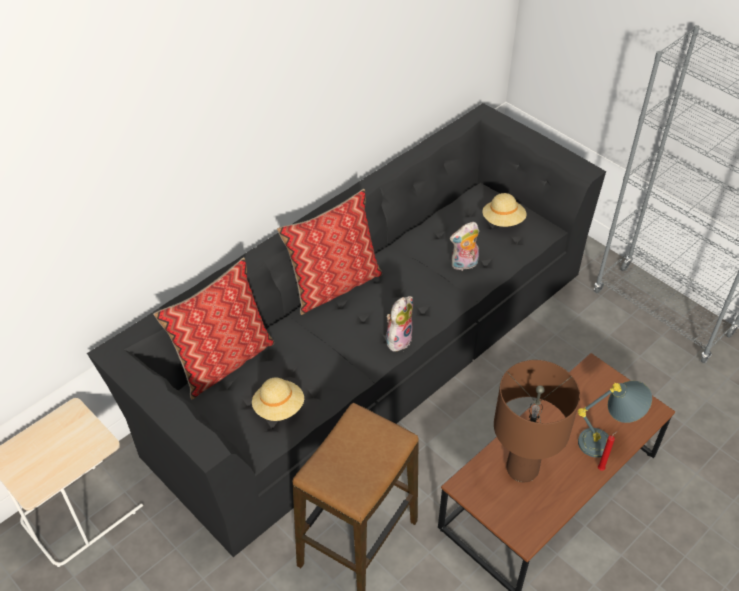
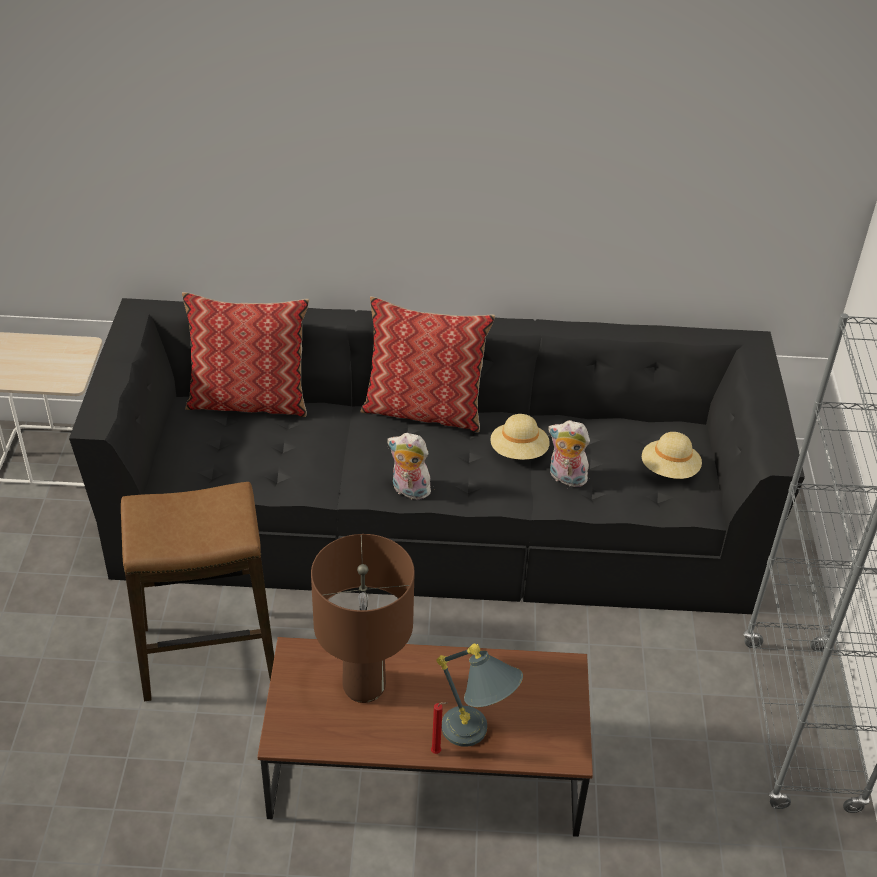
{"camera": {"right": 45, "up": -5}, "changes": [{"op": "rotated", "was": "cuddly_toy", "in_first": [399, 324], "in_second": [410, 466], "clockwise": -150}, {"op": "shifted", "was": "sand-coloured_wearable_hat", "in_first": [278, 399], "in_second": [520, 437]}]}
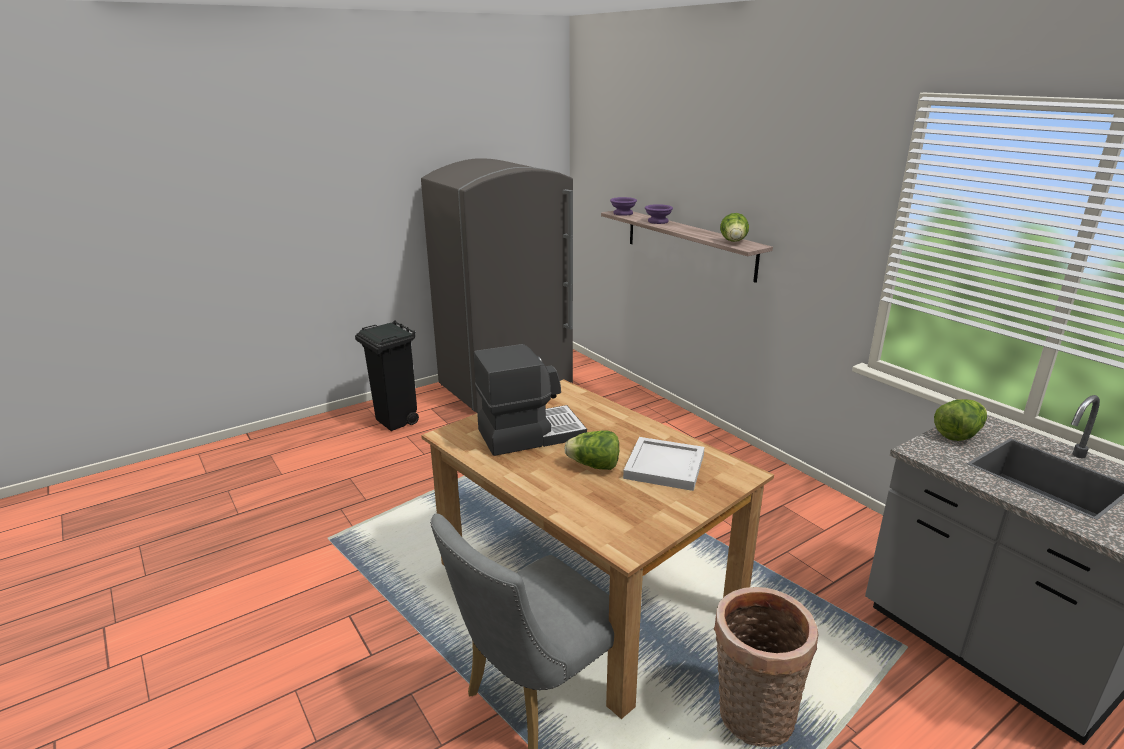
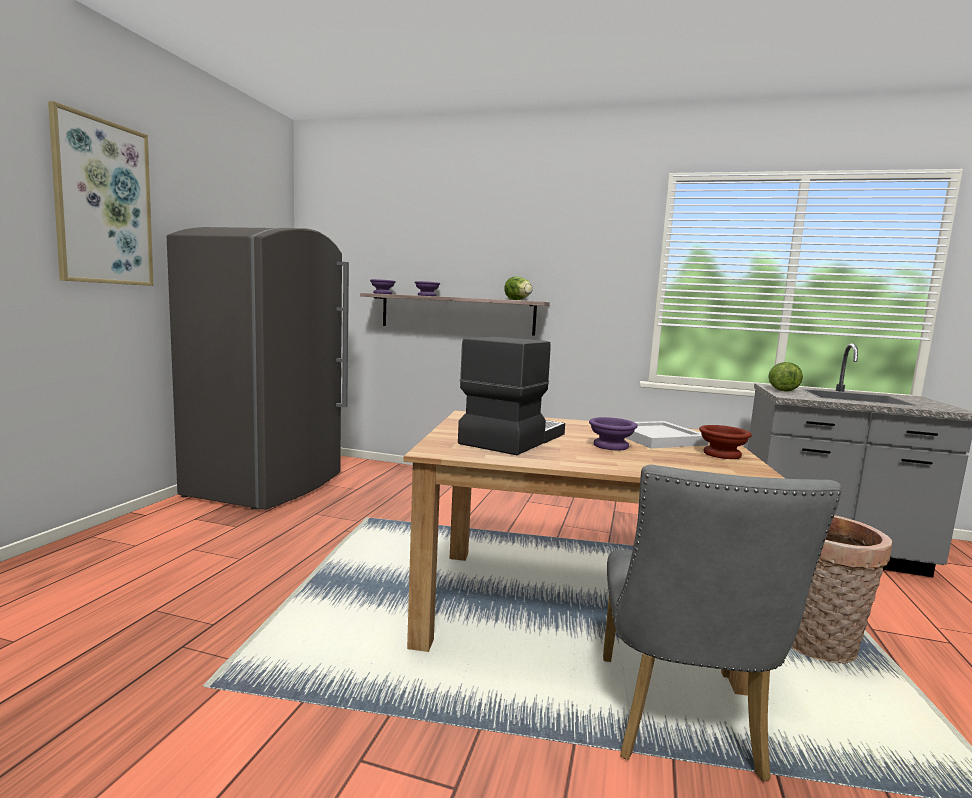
{"camera": {"right": -40, "up": -15}, "changes": [{"op": "new", "now": "wall_picture", "in_second": [100, 193]}, {"op": "swapped", "was": "head_of_lettuce", "now": "purple-coloured_deep_dish", "in_first": [592, 450], "in_second": [613, 433]}, {"op": "new", "now": "brown-coloured_deep_dish", "in_second": [725, 442]}, {"op": "gone", "was": "black_trash_can", "in_first": [387, 375]}]}
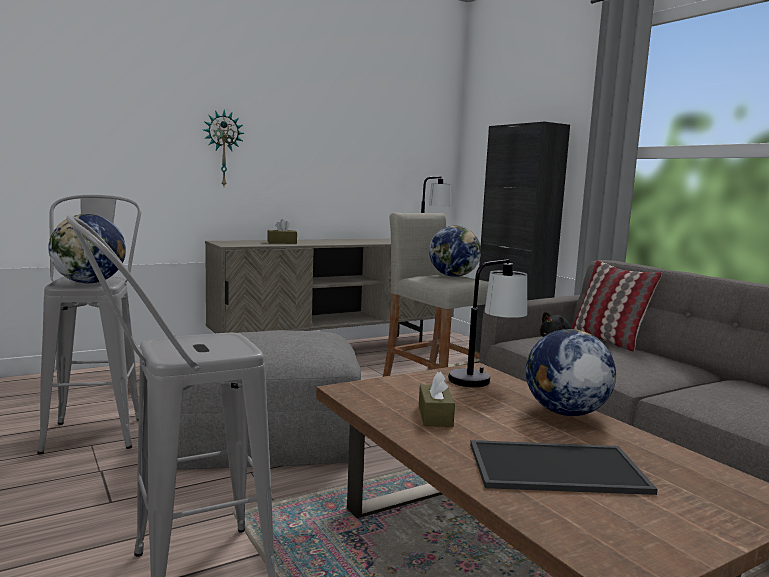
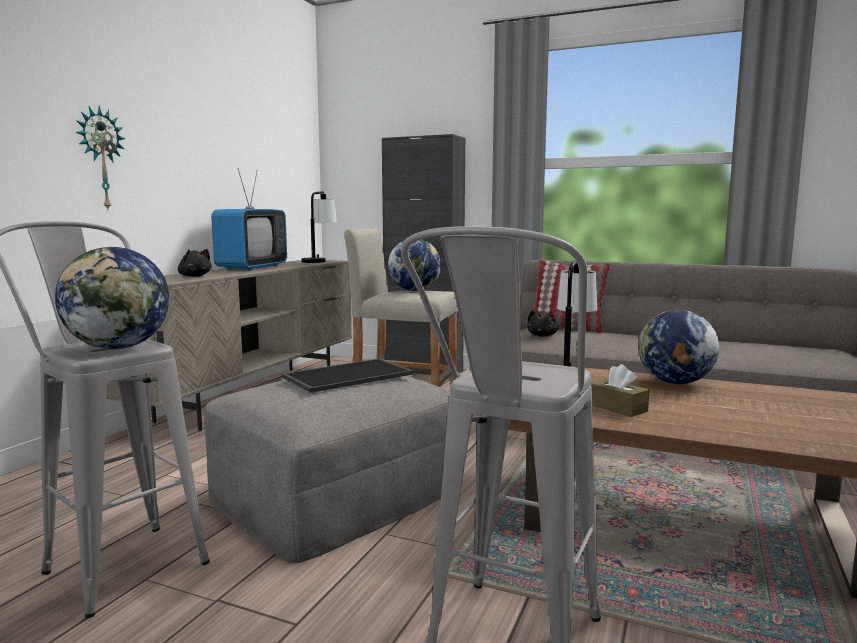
{"camera": {"right": -35, "up": 0}, "changes": [{"op": "swapped", "was": "brown-coloured_box_of_tissues", "now": "black_cuddly_toy", "in_first": [282, 231], "in_second": [195, 263]}, {"op": "new", "now": "television", "in_second": [249, 219]}, {"op": "shifted", "was": "carrying_tray", "in_first": [564, 467], "in_second": [347, 375]}]}
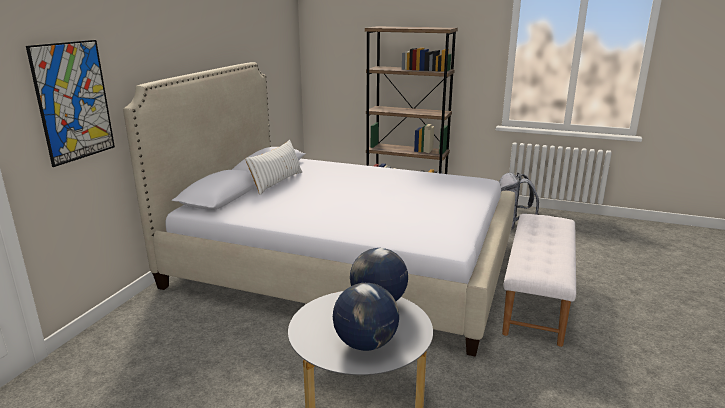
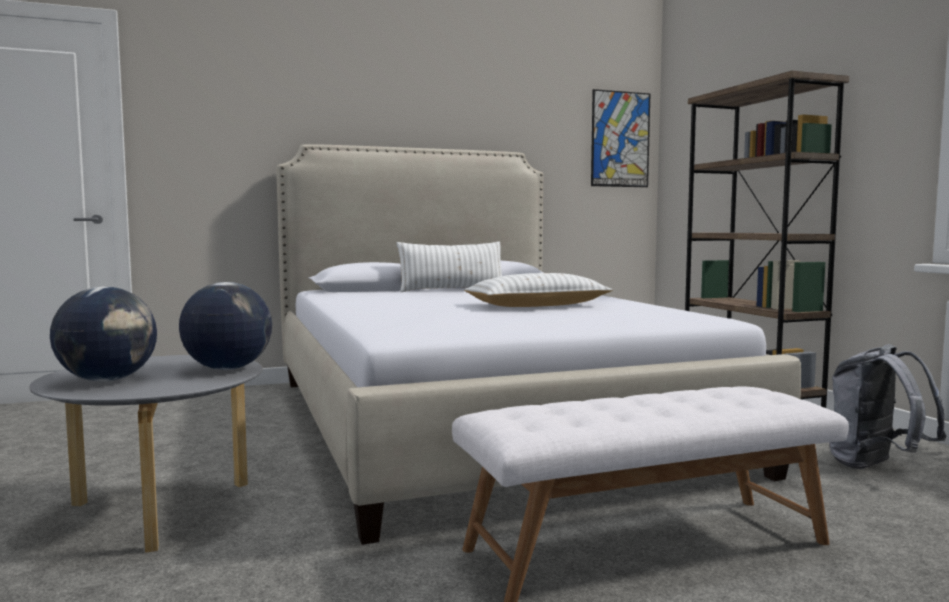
{"camera": {"right": 50, "up": -15}, "changes": [{"op": "new", "now": "whitish_cushion", "in_second": [538, 290]}, {"op": "shifted", "was": "wall_picture", "in_first": [70, 103], "in_second": [621, 138]}]}
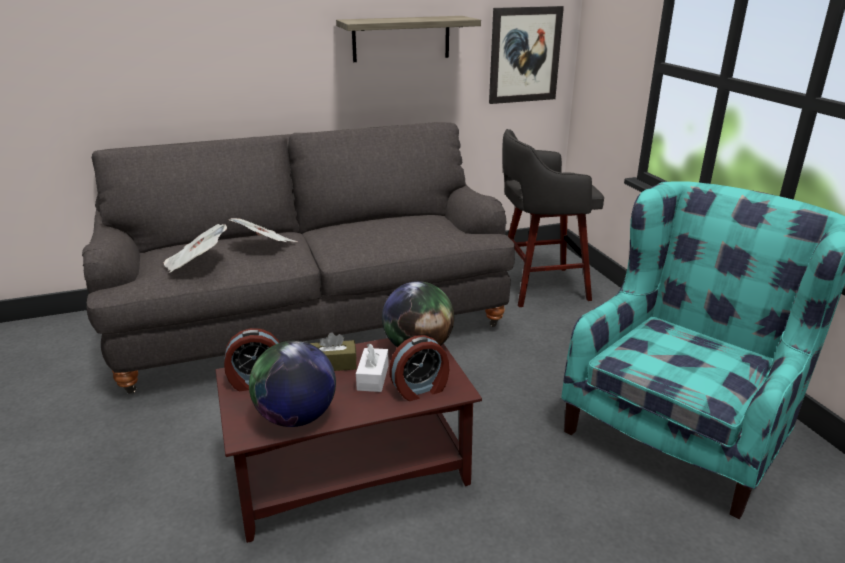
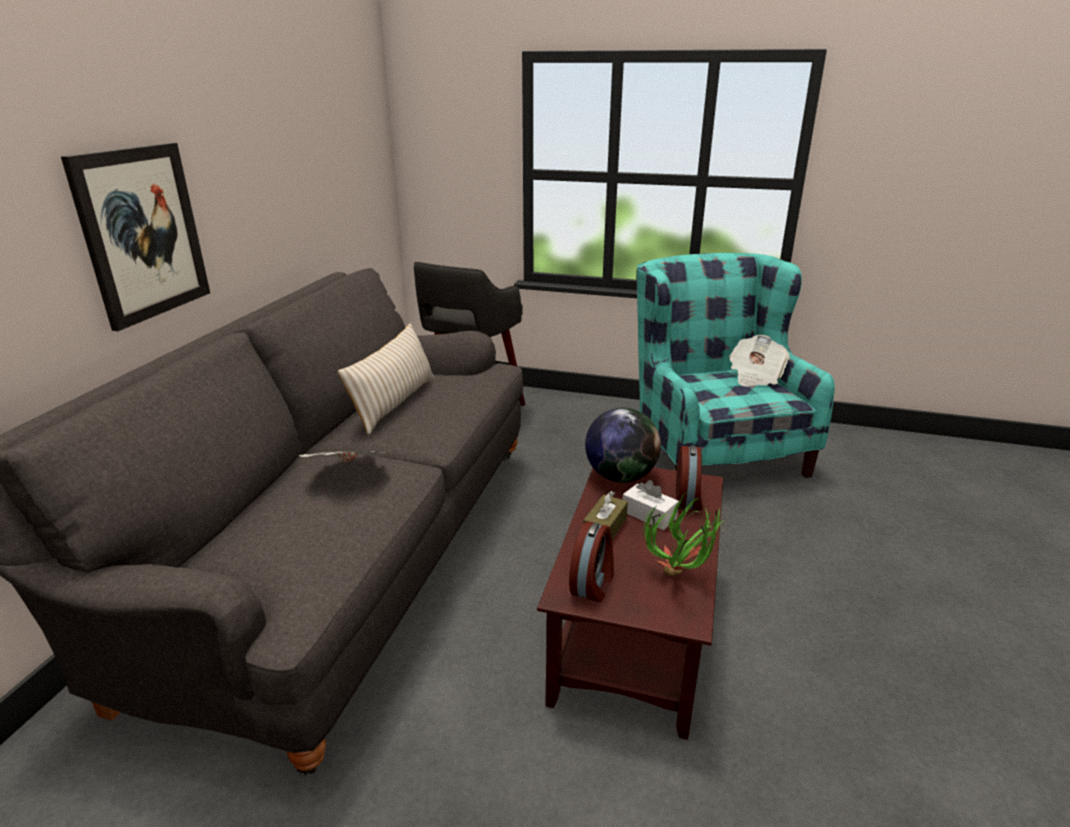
{"camera": {"right": -55, "up": 0}, "changes": [{"op": "shifted", "was": "wall_picture", "in_first": [526, 55], "in_second": [135, 237]}, {"op": "new", "now": "sand-coloured_cushion", "in_second": [386, 379]}, {"op": "swapped", "was": "world_globe", "now": "potted_plant", "in_first": [292, 384], "in_second": [684, 533]}, {"op": "shifted", "was": "newspaper", "in_first": [195, 248], "in_second": [759, 361]}, {"op": "gone", "was": "shelf", "in_first": [408, 39]}]}
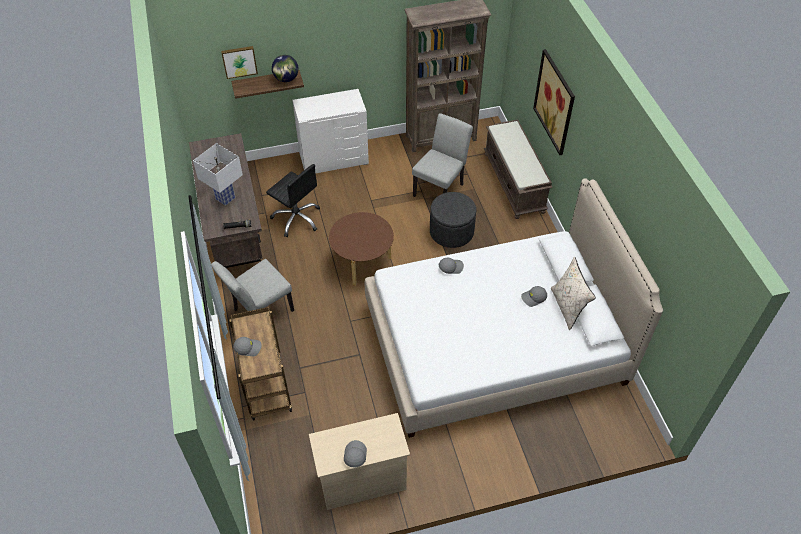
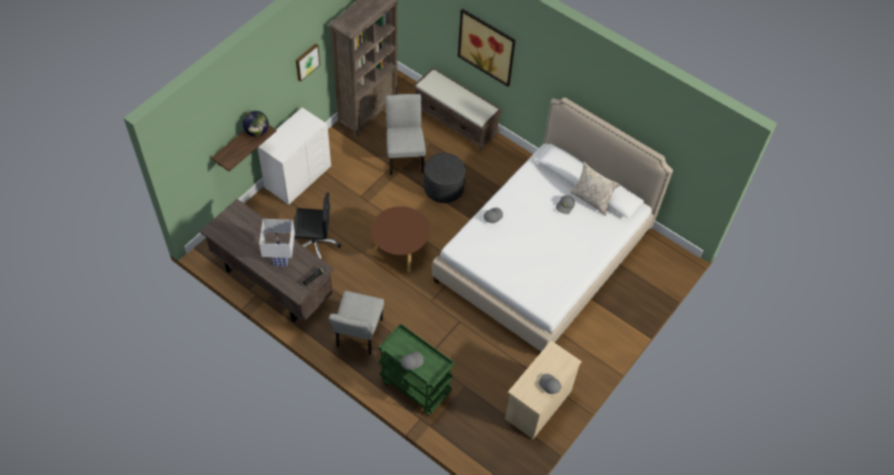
{"camera": {"right": -40, "up": 5}, "changes": [{"op": "shifted", "was": "wall_picture", "in_first": [239, 62], "in_second": [308, 62]}, {"op": "repainted", "was": "brown-coloured_cart", "now": "greenish_cart", "in_first": [260, 364], "in_second": [416, 369]}]}
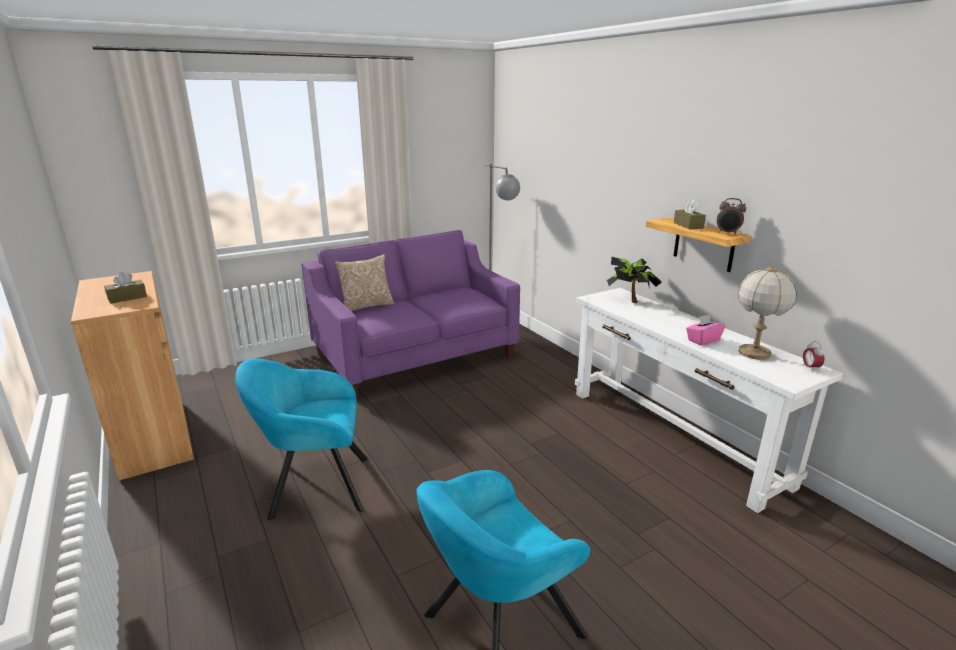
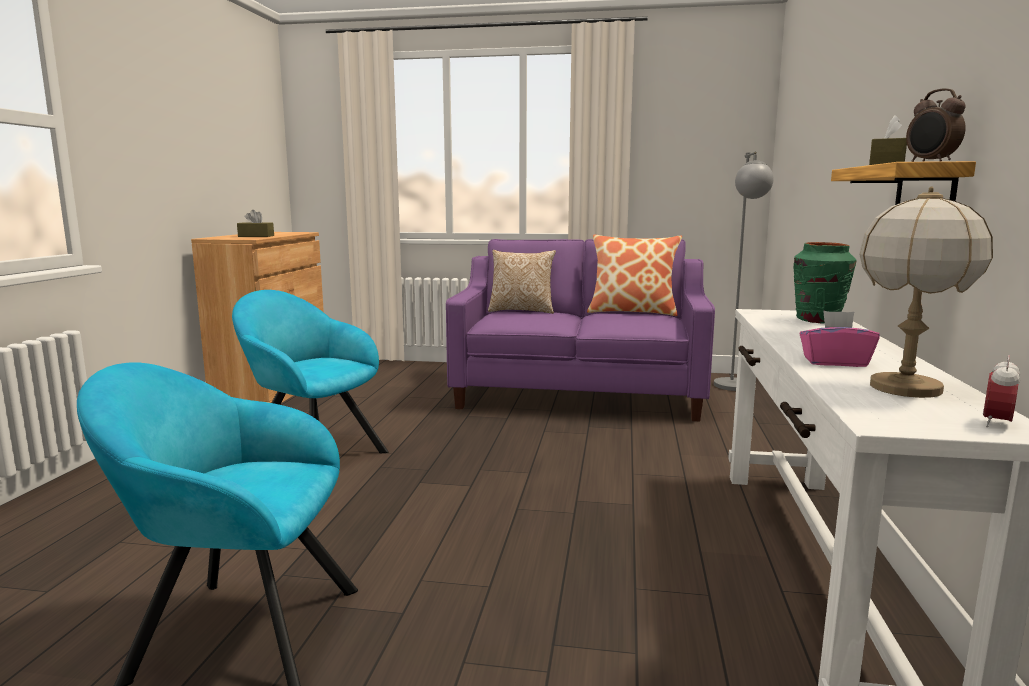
{"camera": {"right": 40, "up": -10}, "changes": [{"op": "new", "now": "cushion", "in_second": [634, 275]}, {"op": "swapped", "was": "potted_plant", "now": "greenish_decorative_vase", "in_first": [634, 280], "in_second": [825, 283]}]}
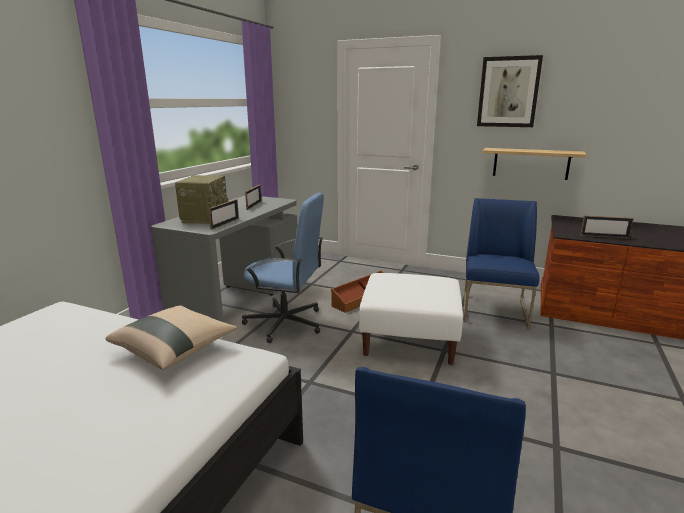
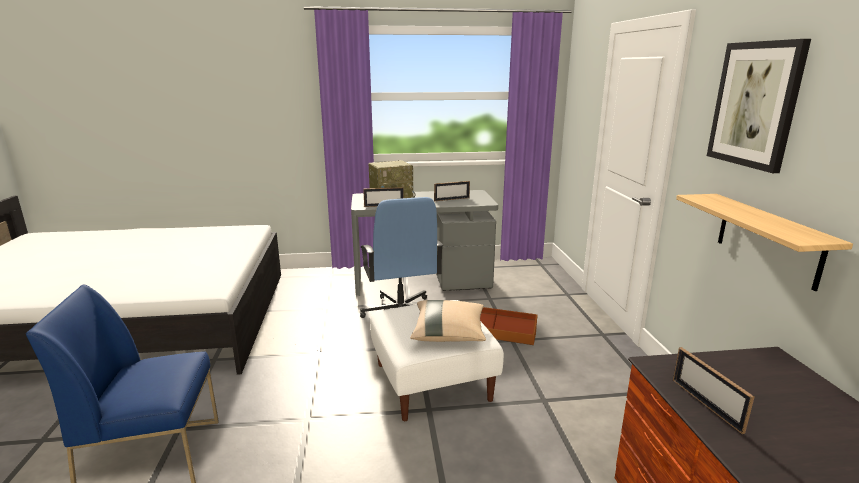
{"camera": {"right": 60, "up": 0}, "changes": [{"op": "shifted", "was": "sand-coloured_cushion", "in_first": [171, 338], "in_second": [448, 321]}, {"op": "gone", "was": "blue-coloured_chair", "in_first": [502, 264]}]}
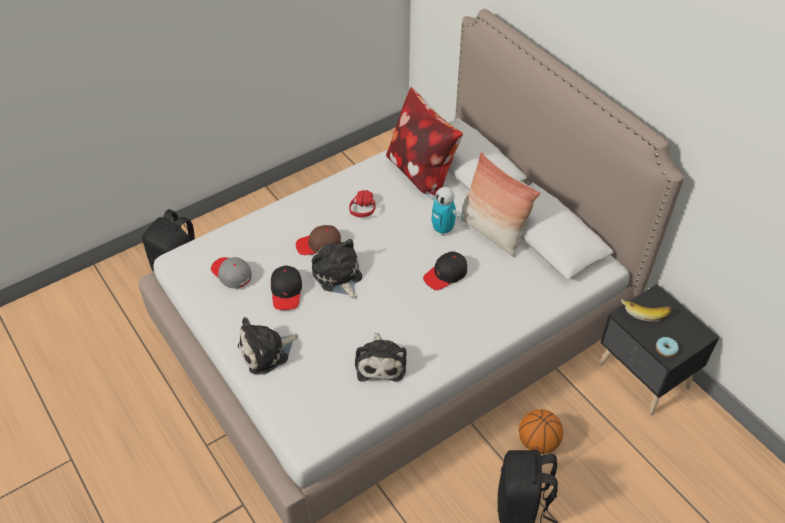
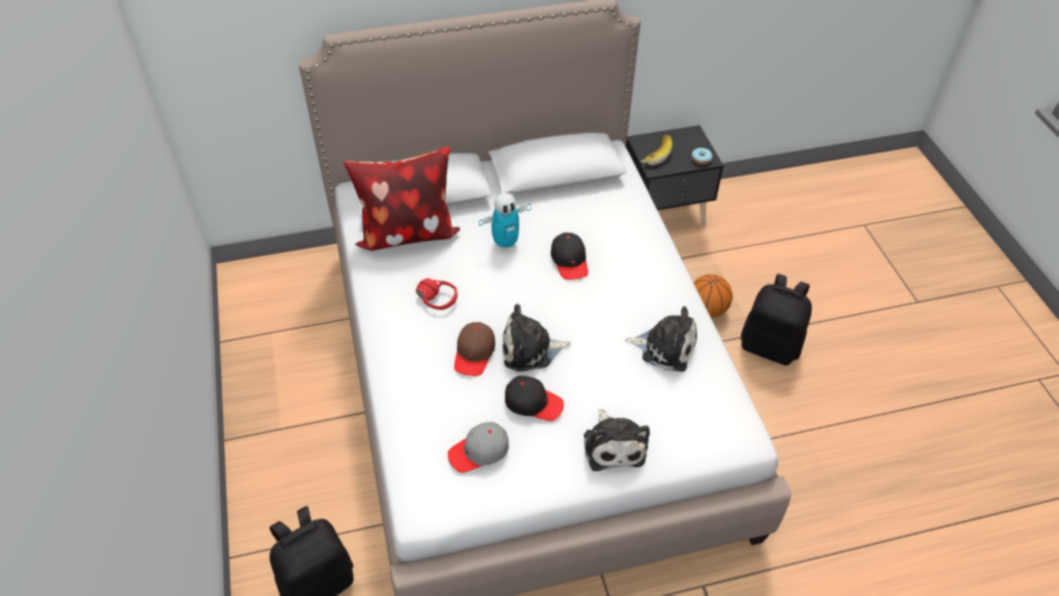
{"camera": {"right": -70, "up": 0}, "changes": [{"op": "gone", "was": "cushion", "in_first": [499, 204]}]}
